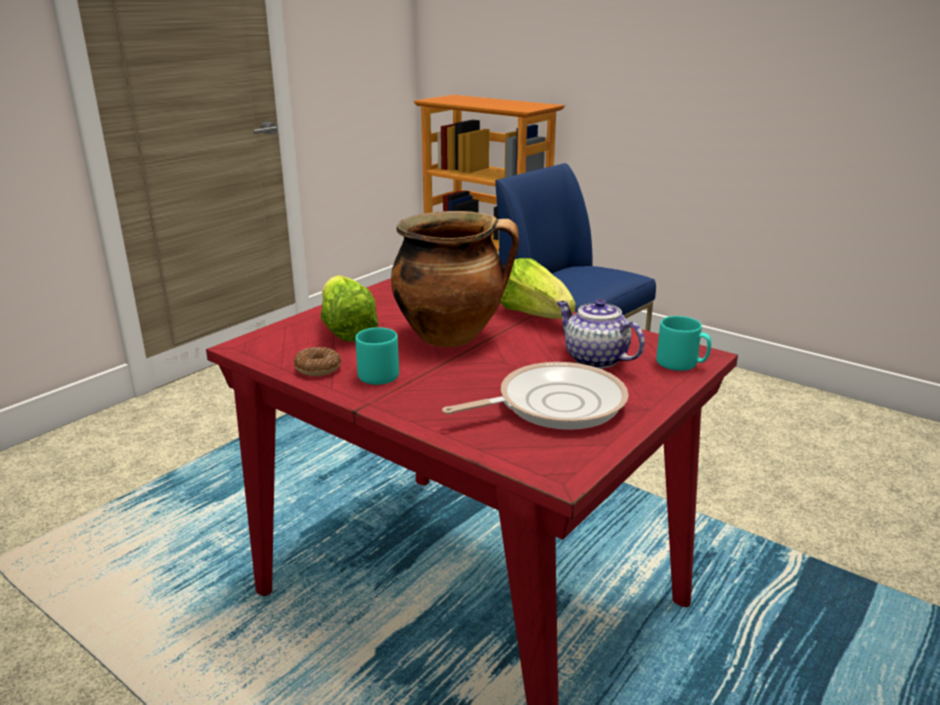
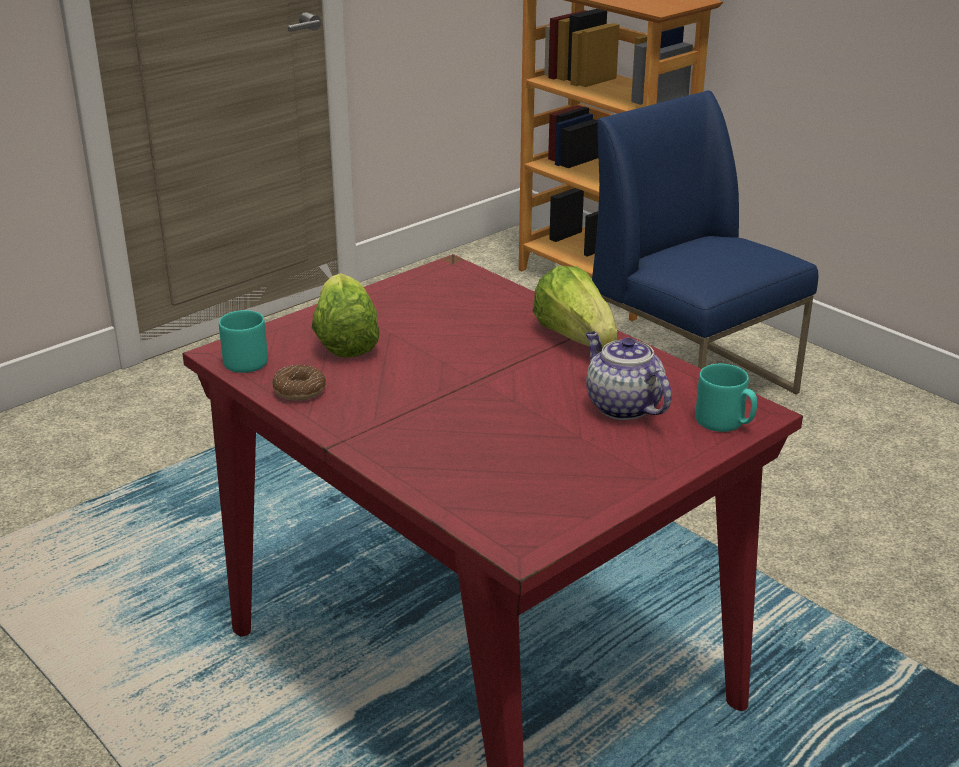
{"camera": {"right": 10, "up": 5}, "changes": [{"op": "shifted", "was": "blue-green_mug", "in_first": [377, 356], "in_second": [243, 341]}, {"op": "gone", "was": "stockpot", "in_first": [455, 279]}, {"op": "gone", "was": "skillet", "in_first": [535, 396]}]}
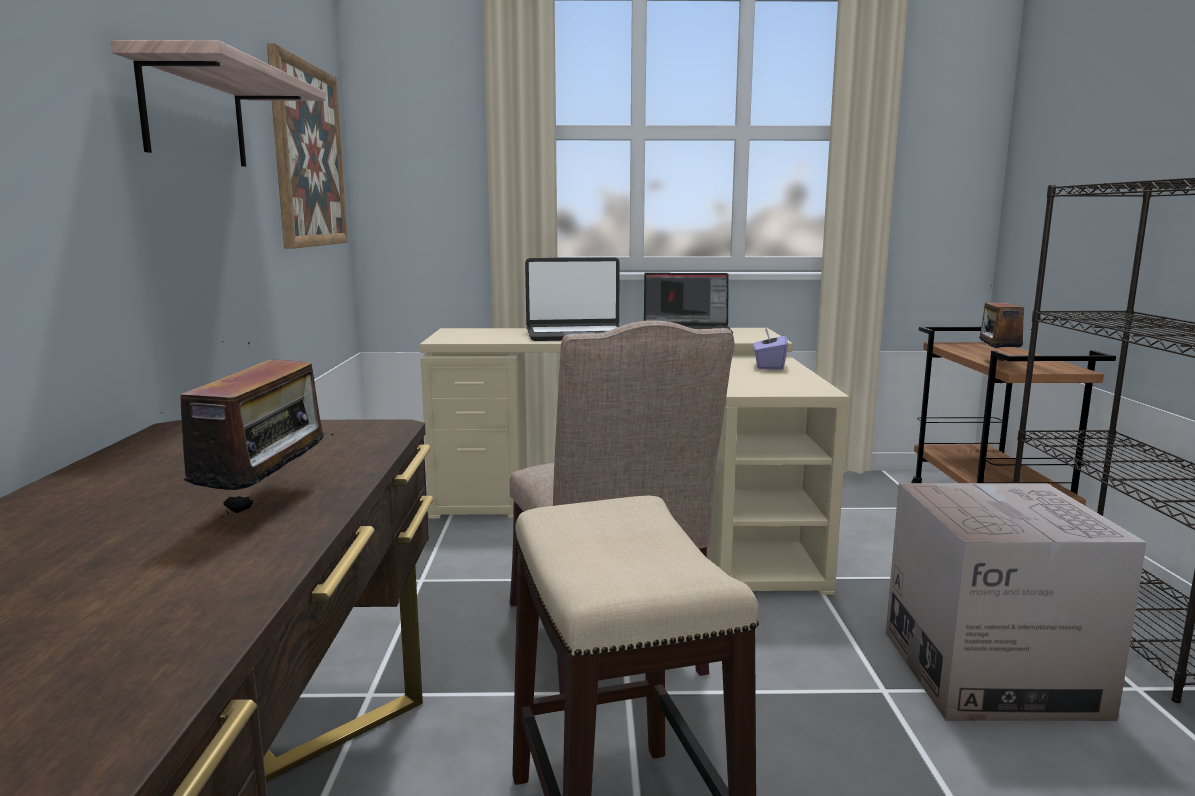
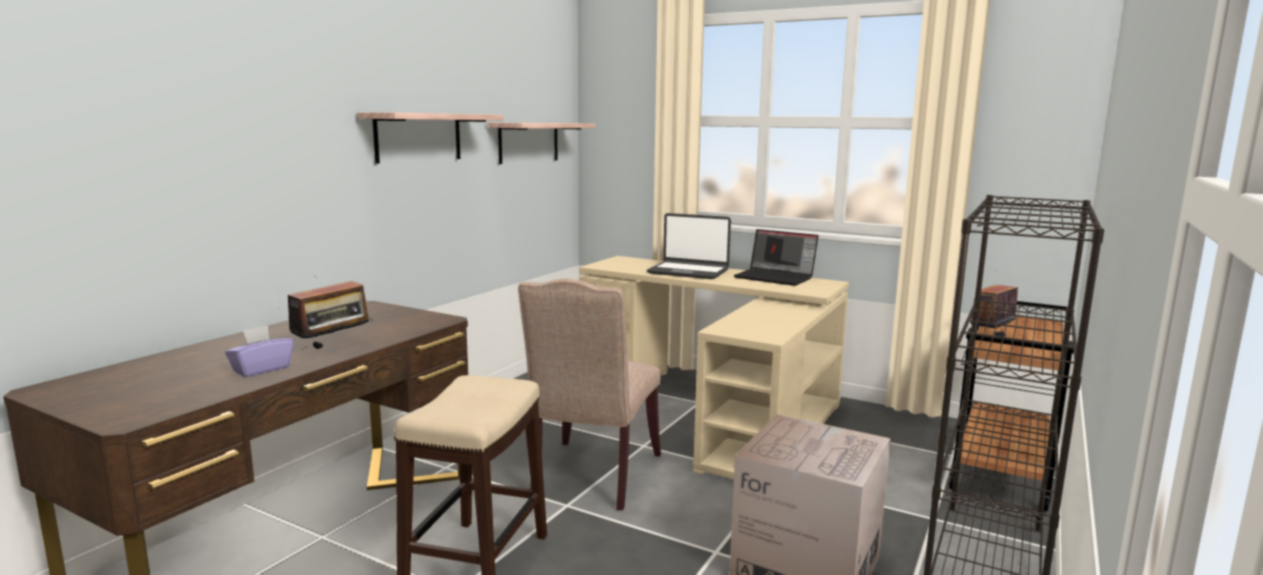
{"camera": {"right": 30, "up": 0}, "changes": [{"op": "shifted", "was": "purple-coloured_box_of_tissues", "in_first": [770, 348], "in_second": [259, 351]}, {"op": "swapped", "was": "wall_picture", "now": "shelf", "in_first": [307, 146], "in_second": [541, 143]}]}
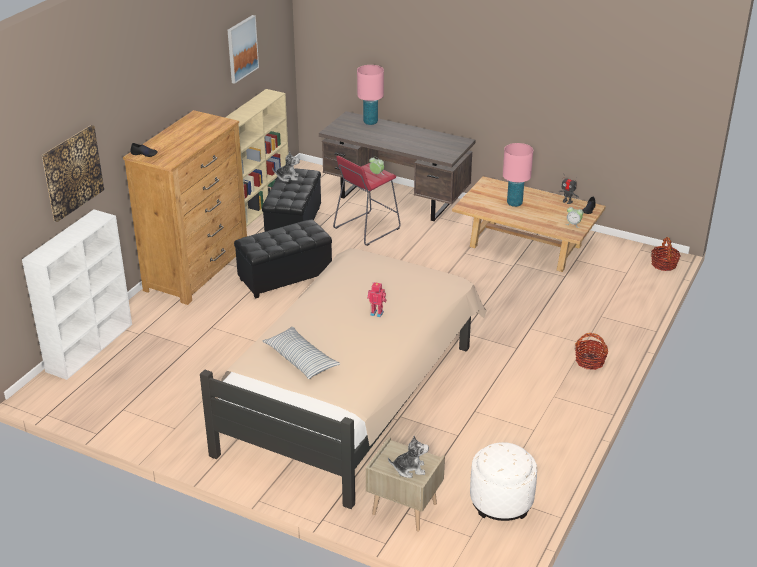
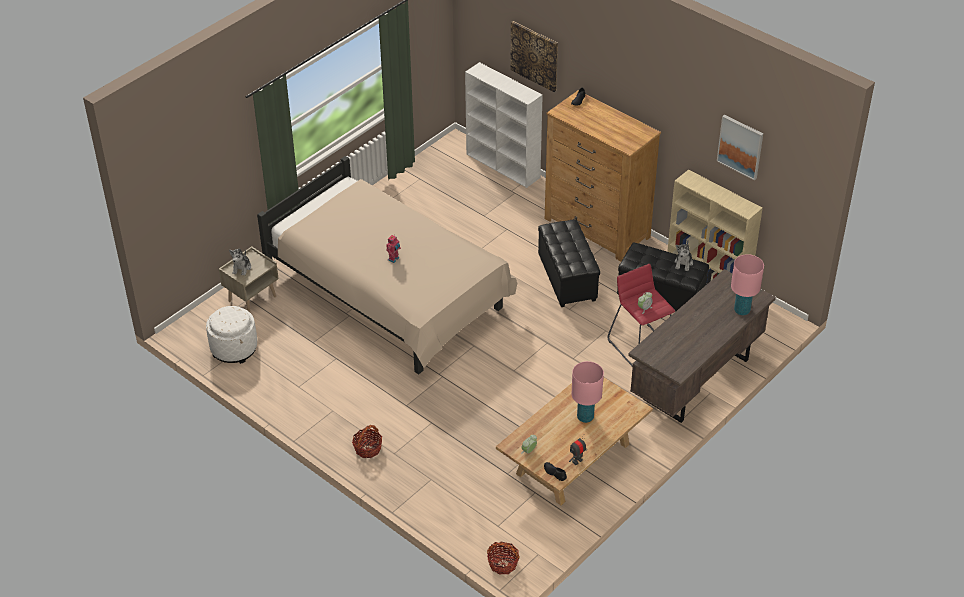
{"camera": {"right": 105, "up": 10}, "changes": [{"op": "gone", "was": "cushion", "in_first": [301, 353]}]}
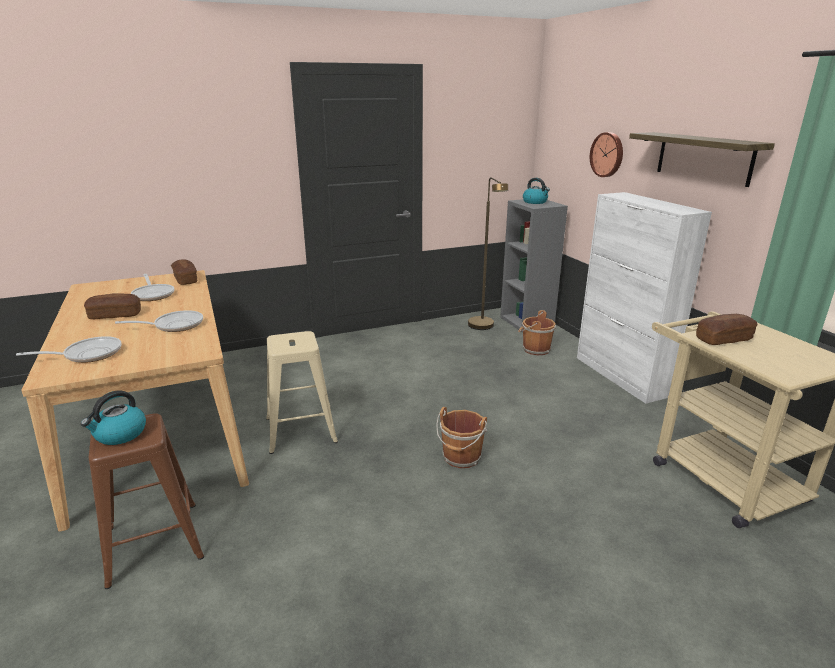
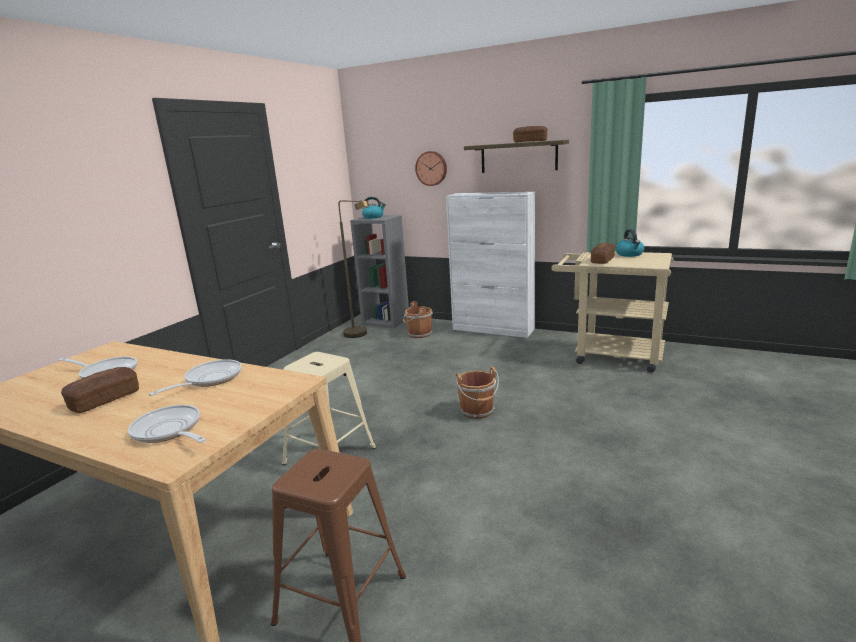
{"camera": {"right": -40, "up": -5}, "changes": [{"op": "rotated", "was": "skillet", "in_first": [69, 349], "in_second": [167, 424], "clockwise": -75}, {"op": "shifted", "was": "bakery_bread", "in_first": [184, 272], "in_second": [530, 134]}, {"op": "shifted", "was": "tea_kettle", "in_first": [113, 417], "in_second": [630, 243]}]}
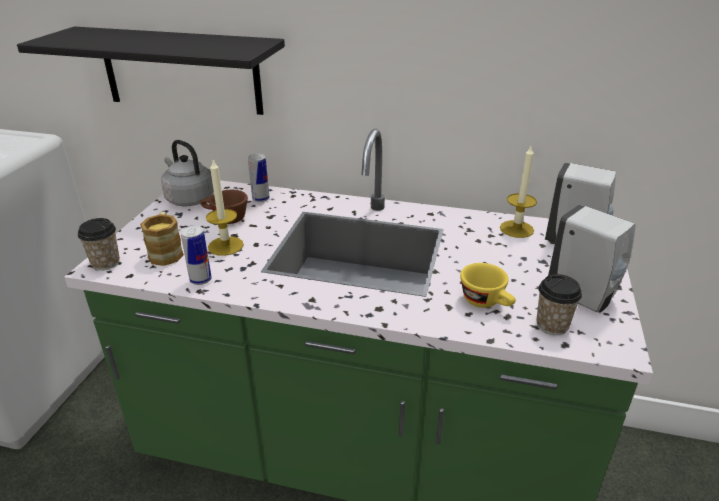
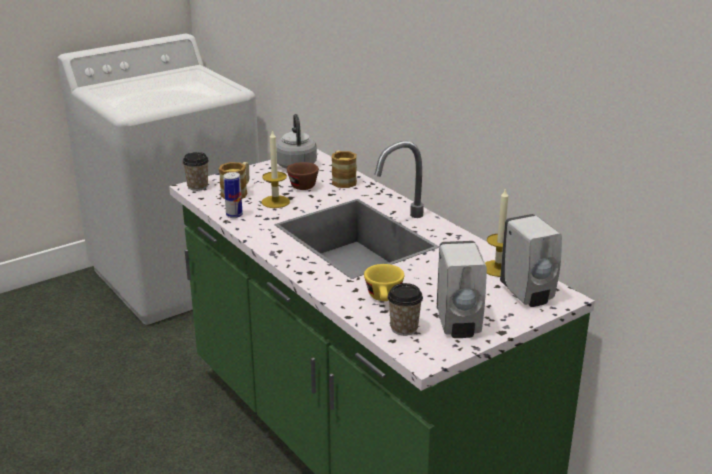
{"camera": {"right": 40, "up": -5}, "changes": [{"op": "swapped", "was": "metal_can", "now": "mug", "in_first": [258, 177], "in_second": [344, 169]}, {"op": "gone", "was": "black_shelf", "in_first": [151, 71]}]}
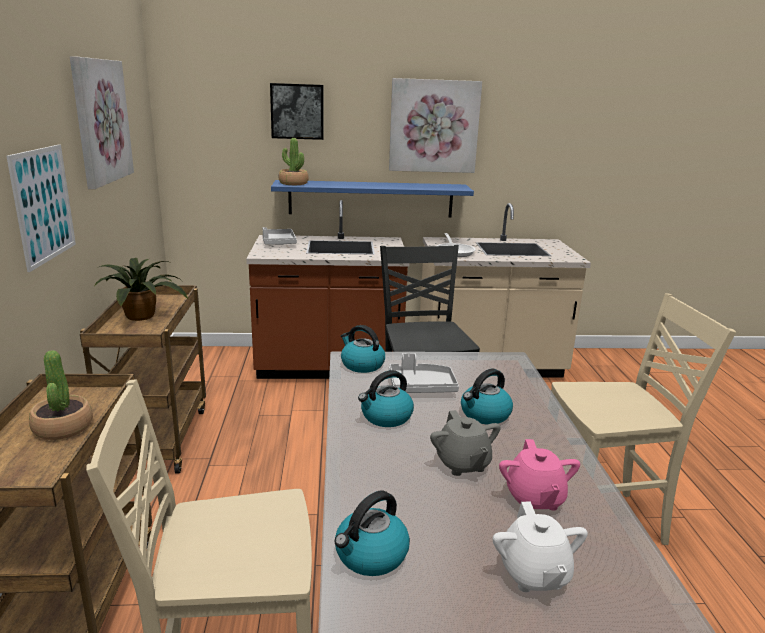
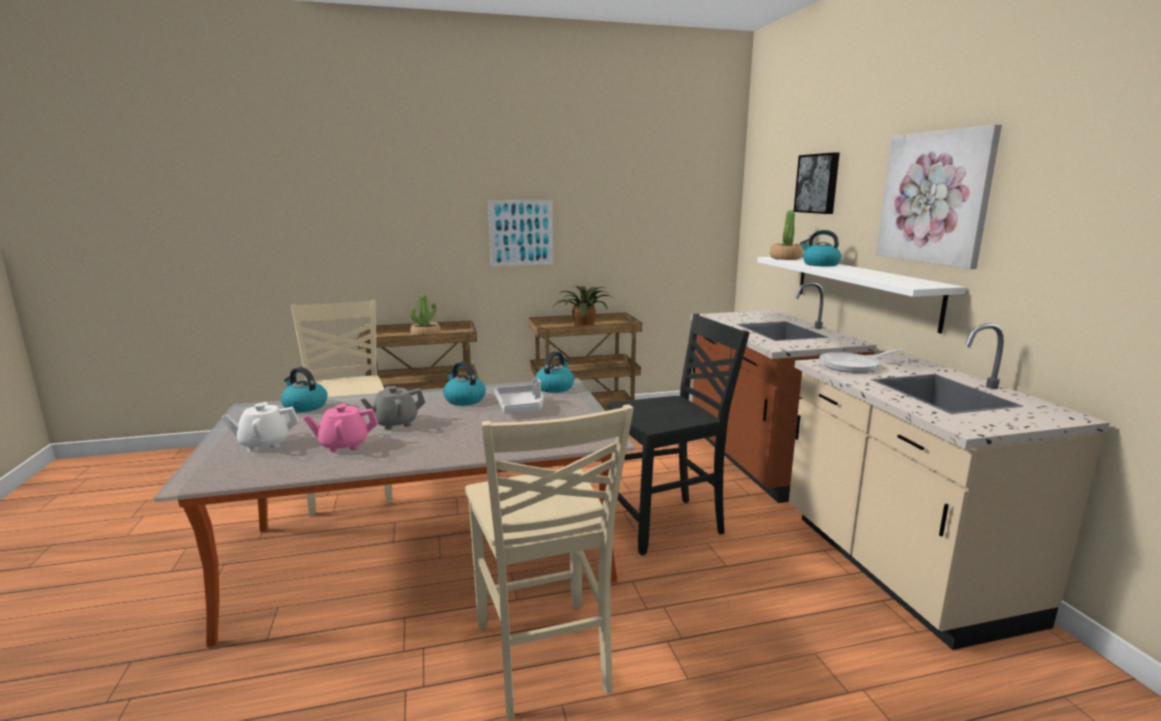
{"camera": {"right": 80, "up": -5}, "changes": [{"op": "repainted", "was": "blue-coloured_shelf", "now": "whitish_shelf", "in_first": [372, 199], "in_second": [861, 295]}, {"op": "shifted", "was": "tea_kettle", "in_first": [487, 397], "in_second": [820, 248]}, {"op": "gone", "was": "wall_picture", "in_first": [102, 122]}, {"op": "gone", "was": "greyish_carrying_tray", "in_first": [280, 236]}]}
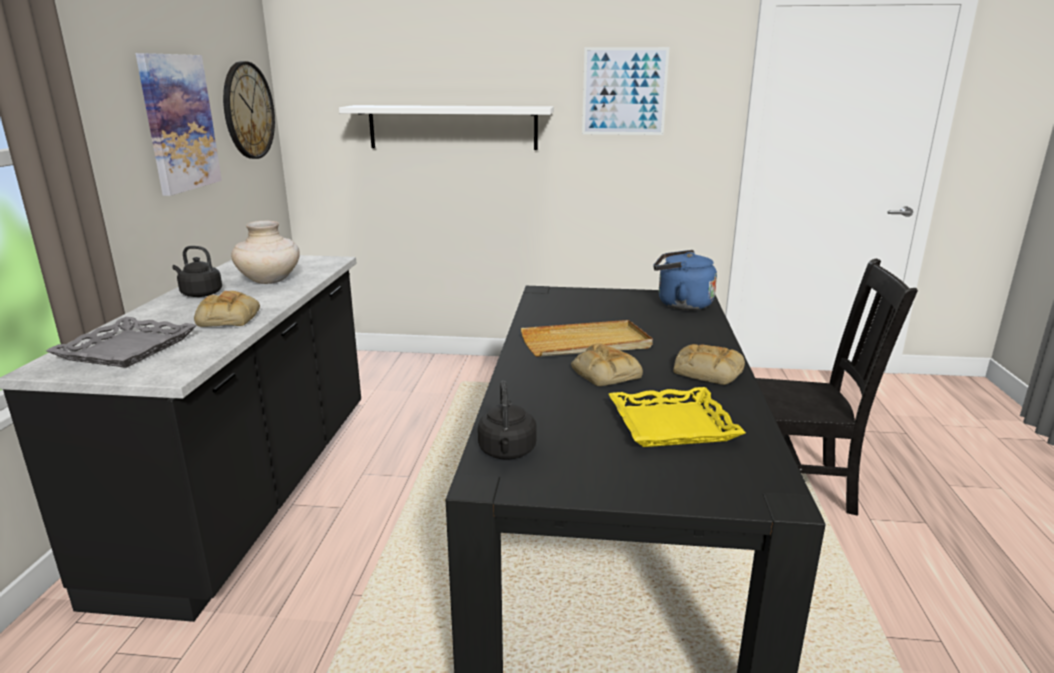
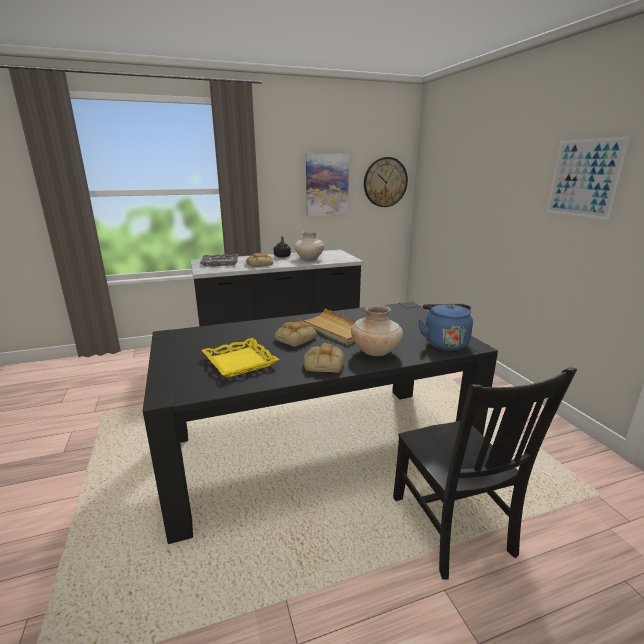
{"camera": {"right": 65, "up": 0}, "changes": [{"op": "new", "now": "sand-coloured_decorative_vase", "in_second": [377, 330]}, {"op": "gone", "was": "whitish_shelf", "in_first": [446, 127]}, {"op": "gone", "was": "black_tea_kettle", "in_first": [507, 420]}]}
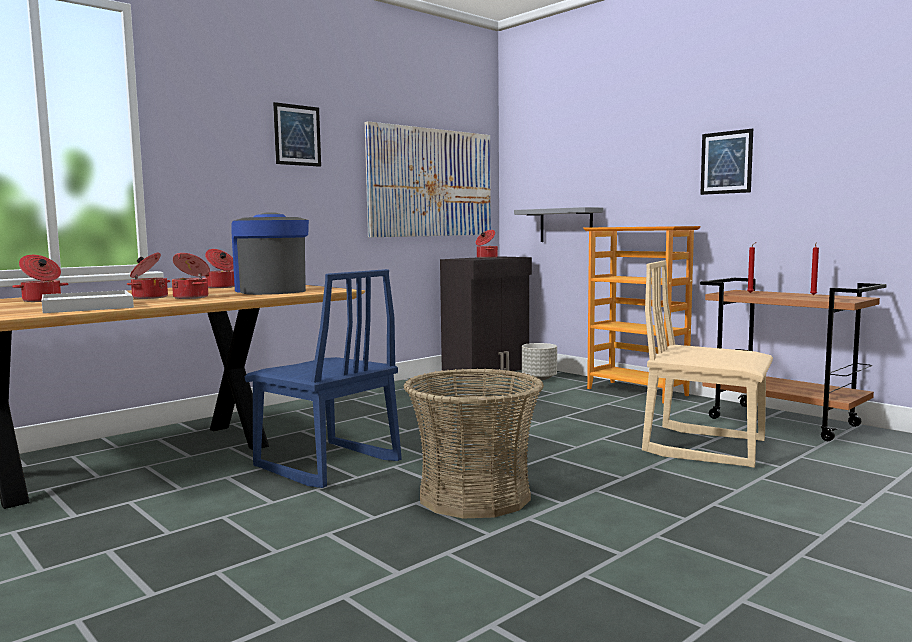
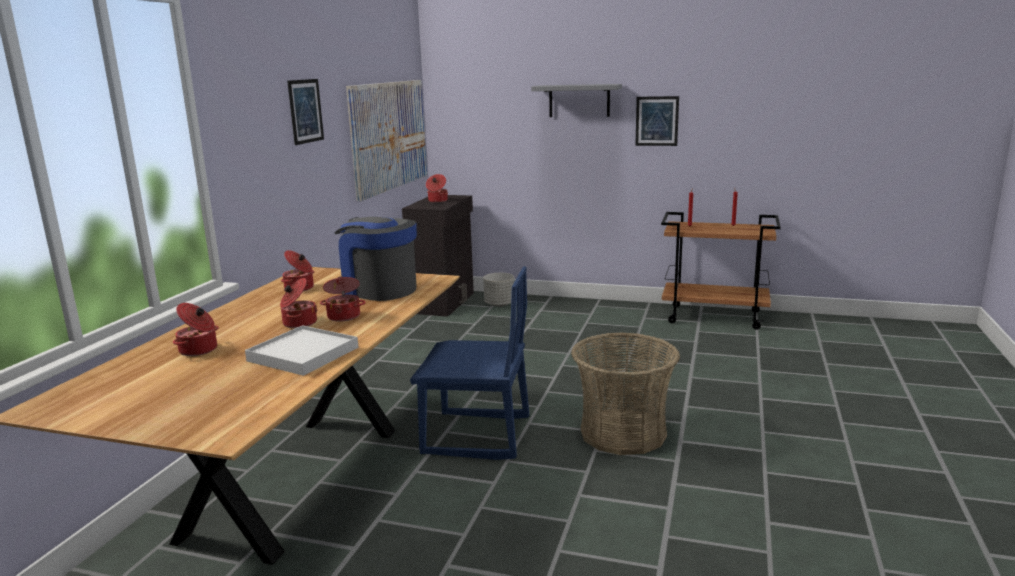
{"camera": {"right": -30, "up": 10}, "changes": [{"op": "shifted", "was": "greyish_shelf", "in_first": [559, 224], "in_second": [576, 100]}, {"op": "gone", "was": "shelving_unit", "in_first": [642, 314]}, {"op": "gone", "was": "sand-coloured_chair", "in_first": [707, 364]}]}
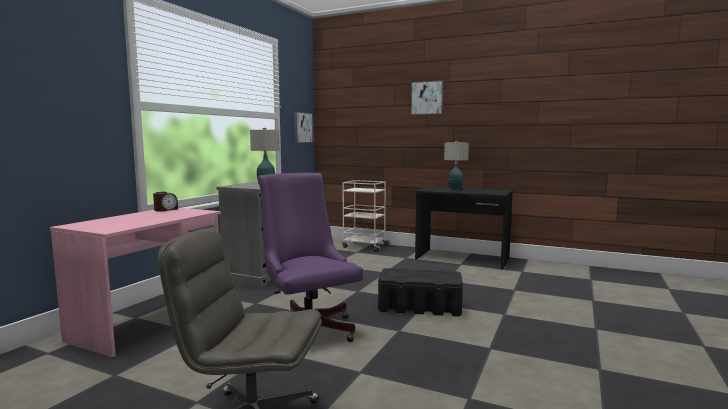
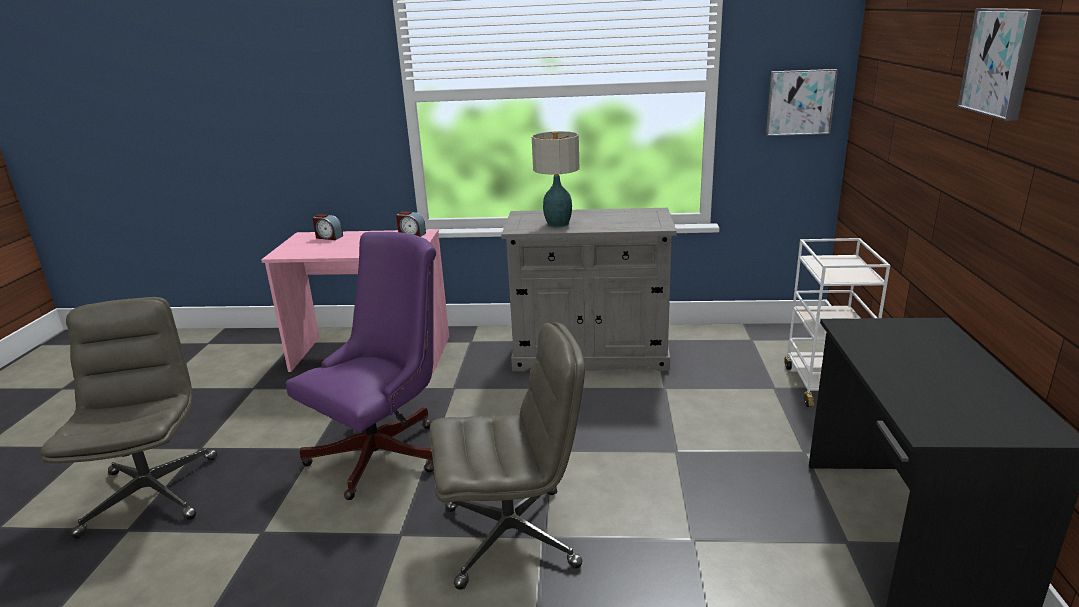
{"camera": {"right": 70, "up": 15}, "changes": [{"op": "new", "now": "bedside_clock", "in_second": [328, 227]}, {"op": "swapped", "was": "black_storage_container", "now": "greyish_computer_chair", "in_first": [420, 292], "in_second": [507, 456]}, {"op": "gone", "was": "table_lamp", "in_first": [456, 165]}]}
